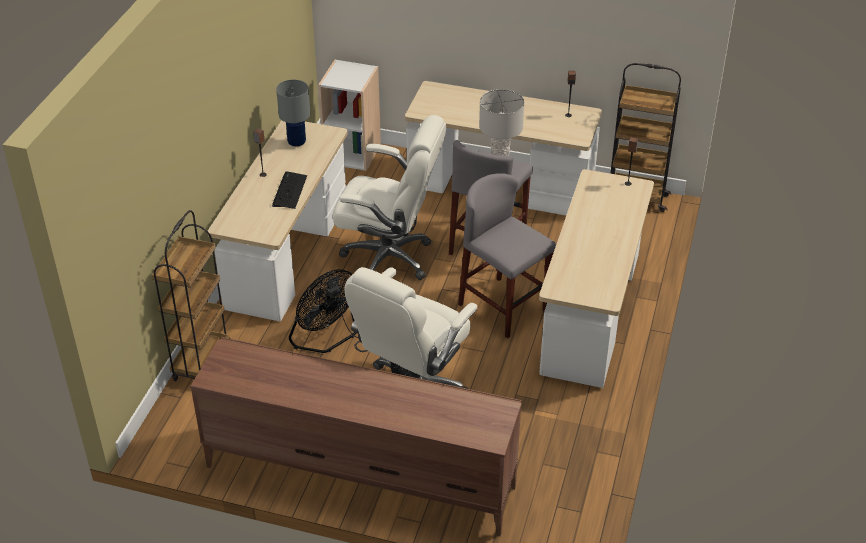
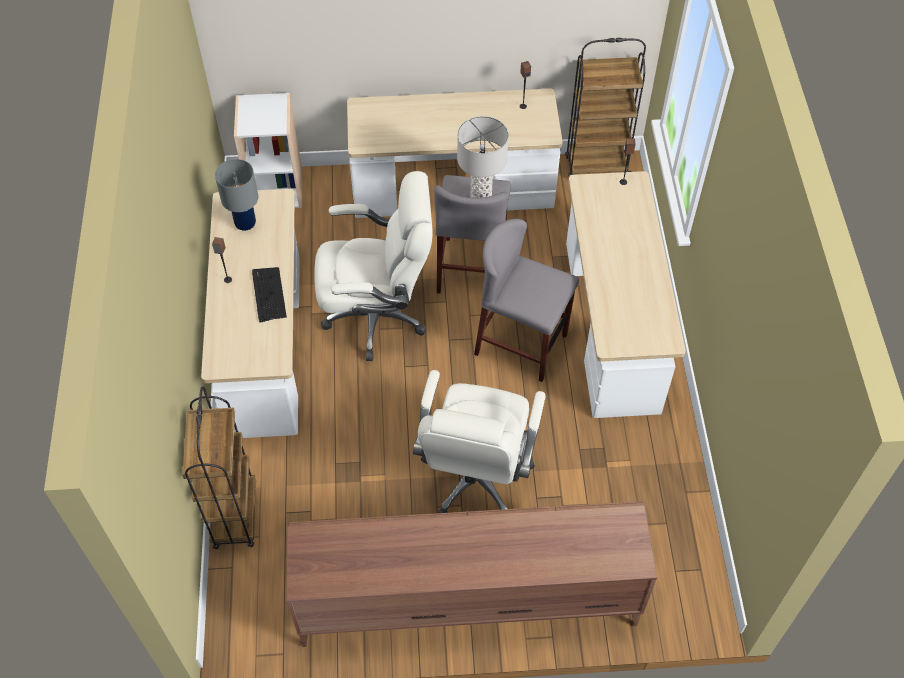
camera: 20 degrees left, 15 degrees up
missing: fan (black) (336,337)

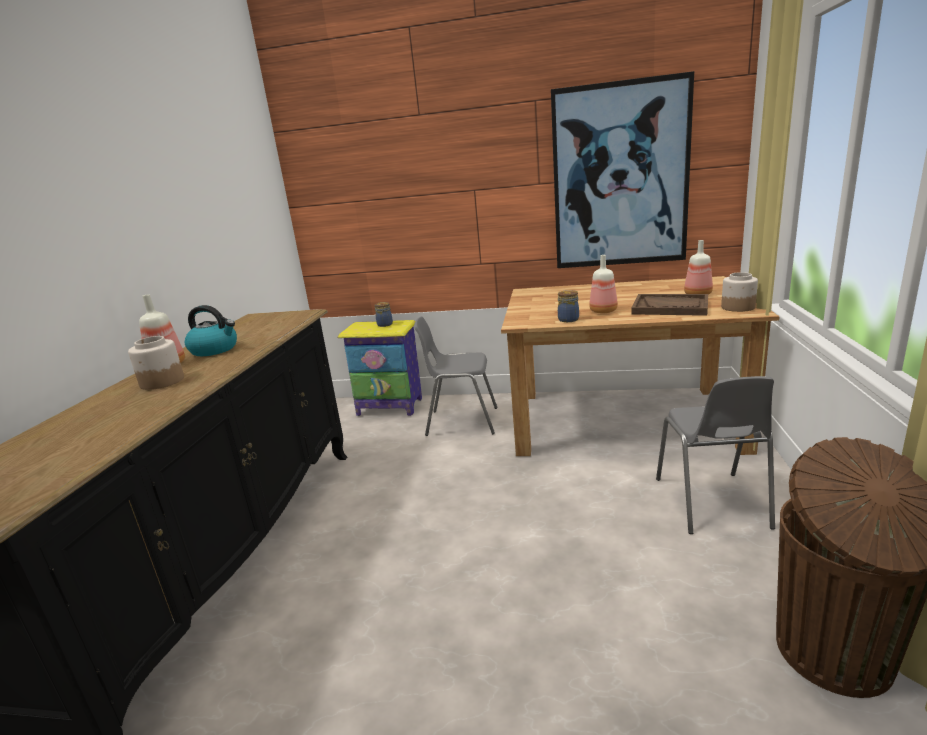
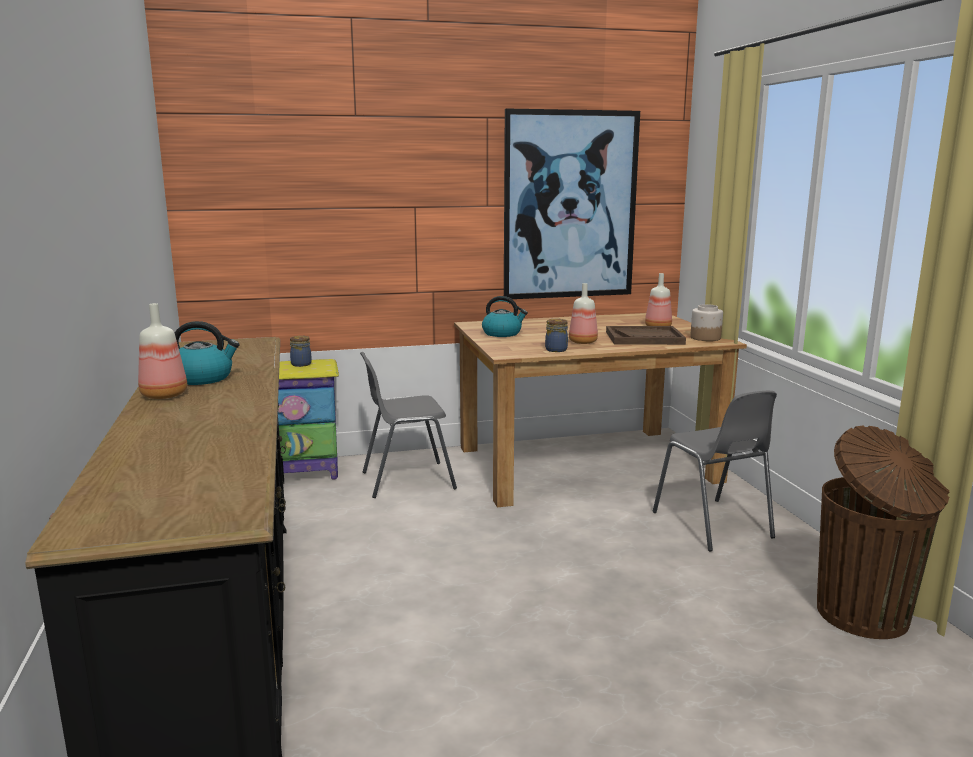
camera: 25 degrees left, 5 degrees down
missing: jar (162,382)
appeared: kettle (502,333)

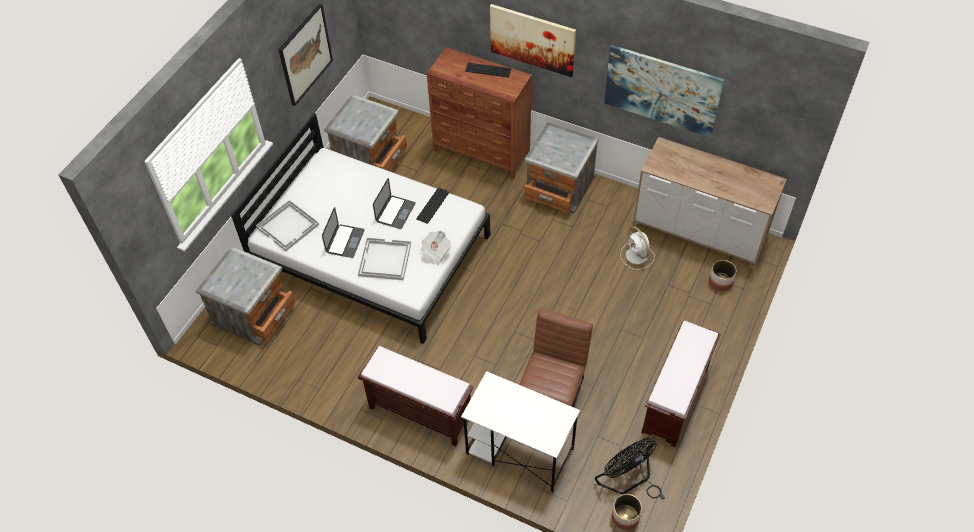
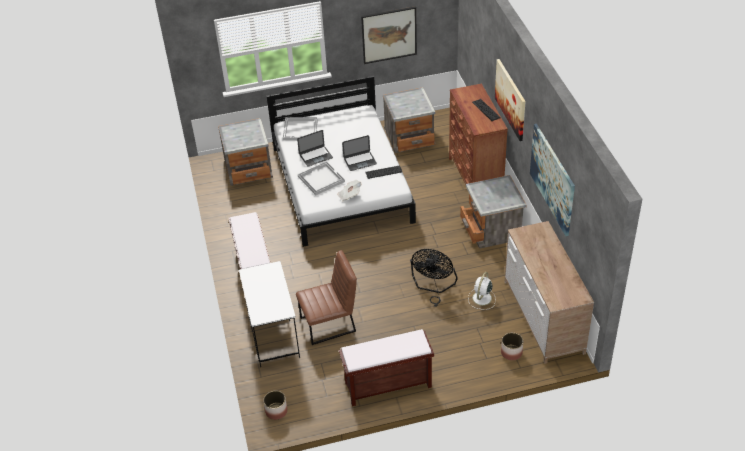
camera: 50 degrees right, 10 degrees down
relocated: fan (black) (632,478) to (432,286)

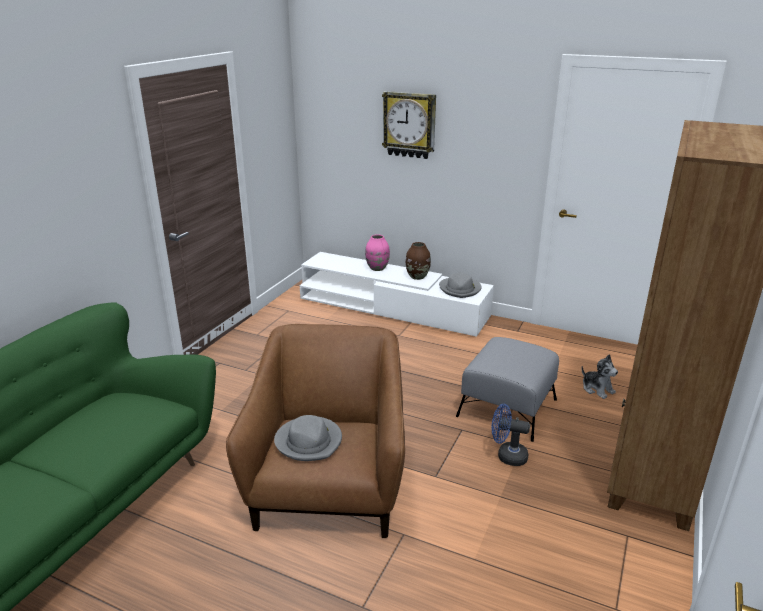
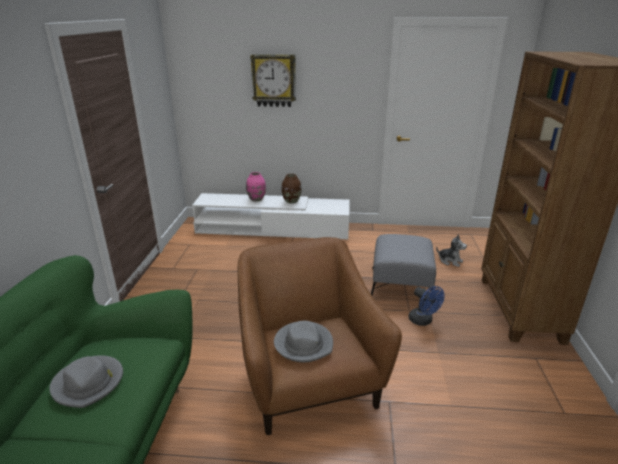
camera: 20 degrees left, 0 degrees up
relocated: hat (grey) (460,289) to (89,383)
spun: fan (blue) (507,456) = (423,321) 120 degrees counterclockwise

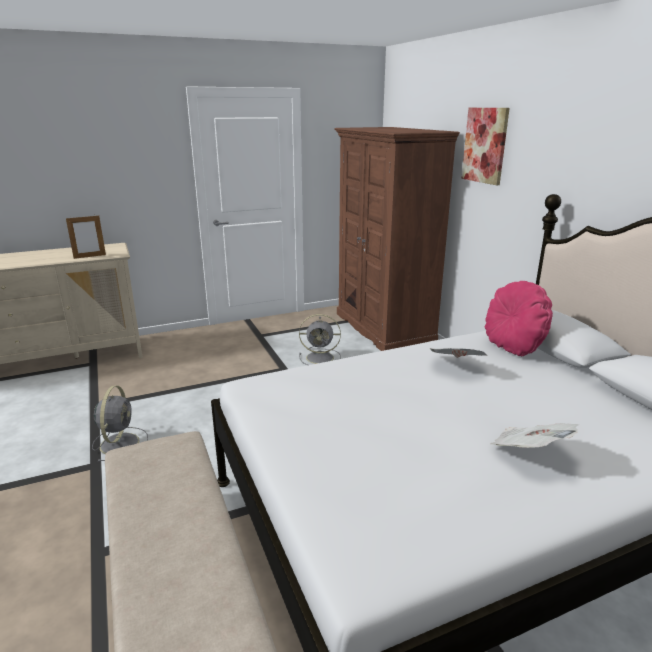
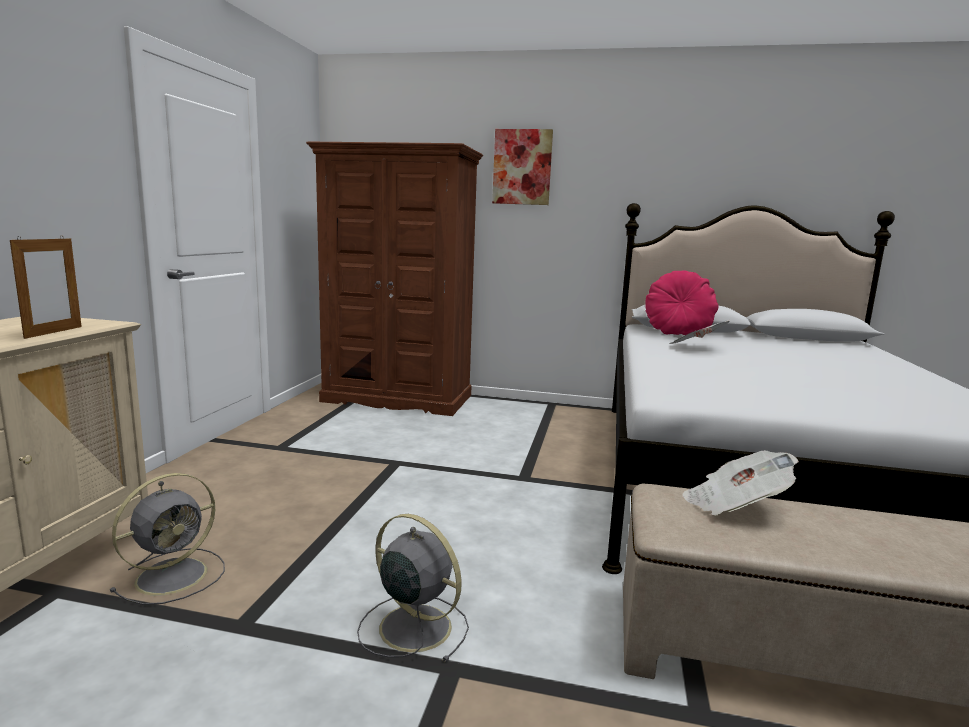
camera: 55 degrees left, 10 degrees down
relocated: fan (grey) (321,358) to (175,575); newspaper (529,451) to (734,506)

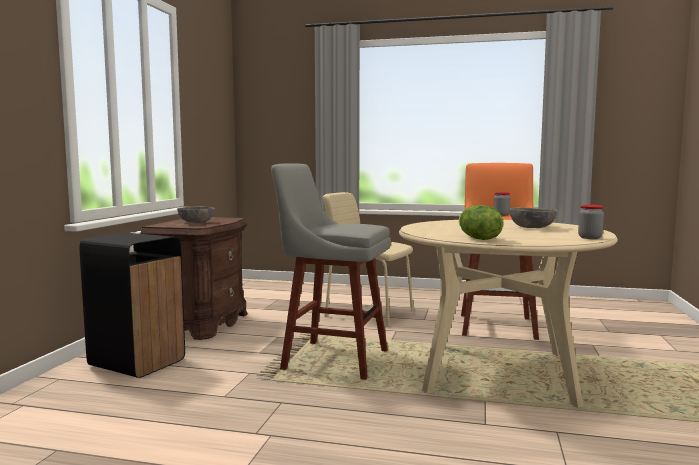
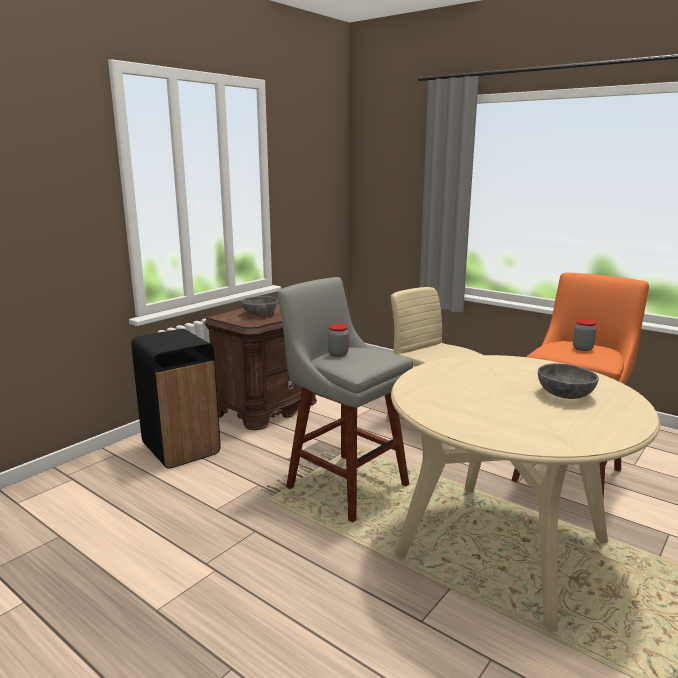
camera: 25 degrees right, 10 degrees up
missing: lettuce (478,239)
relocated: jar (590,238) to (338,354)

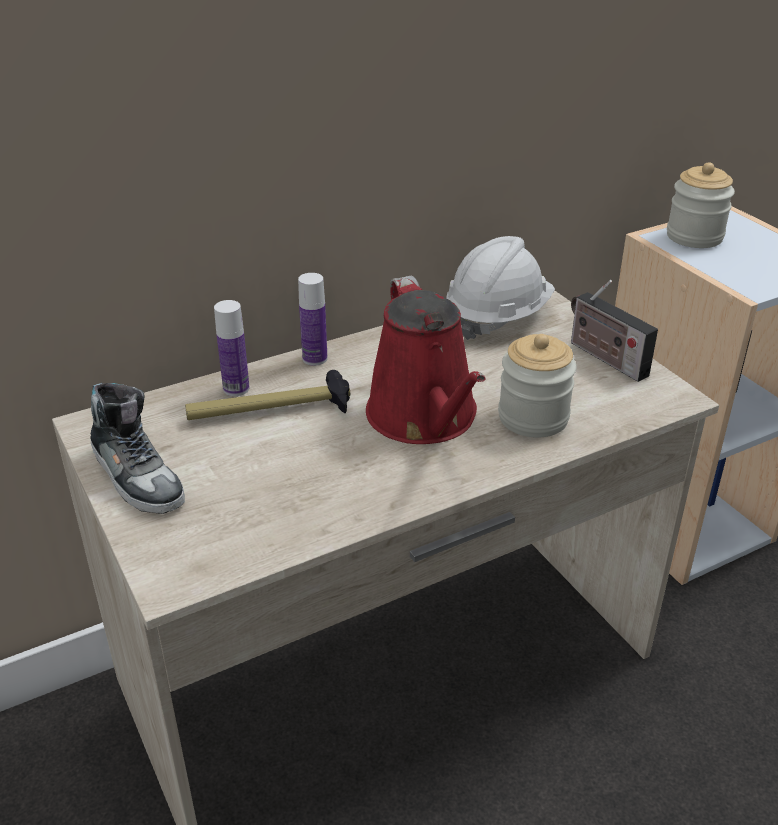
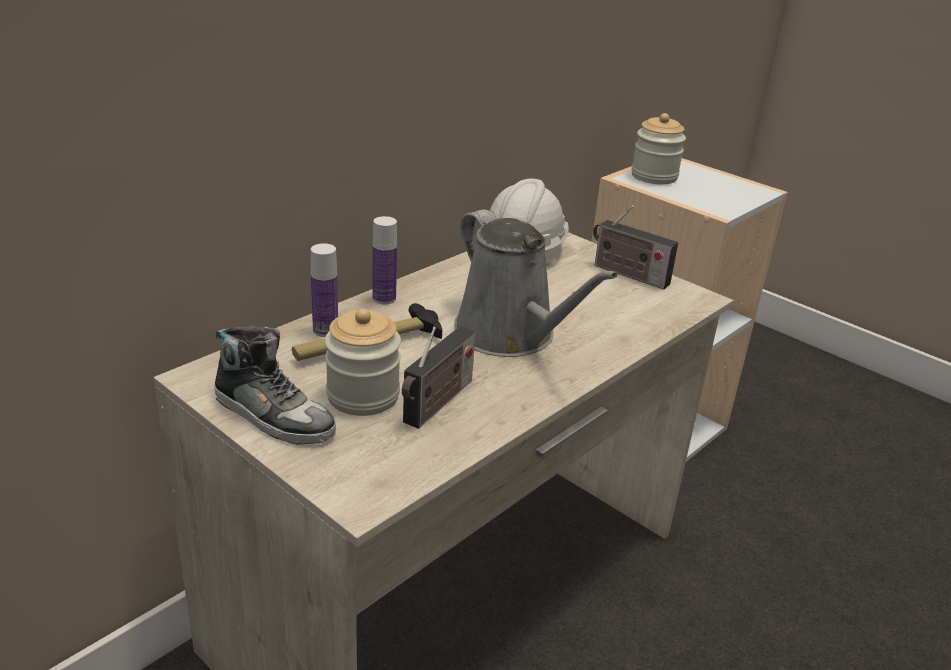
camera: 20 degrees left, 5 degrees down
appeared: radio (437,404)
relocated: jar (533,418) to (363,396)
colour: watering can (red) (425,418) to watering can (grey) (510,336)

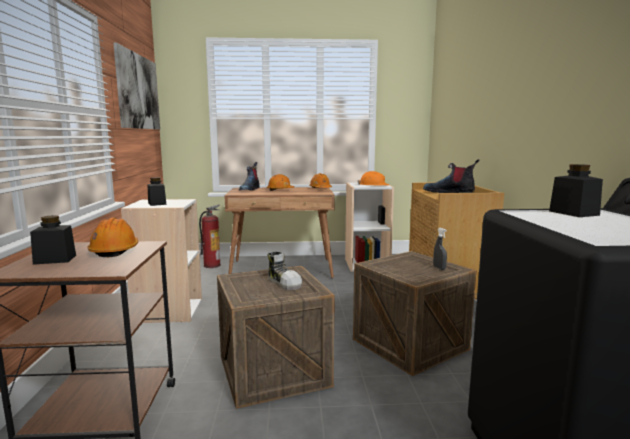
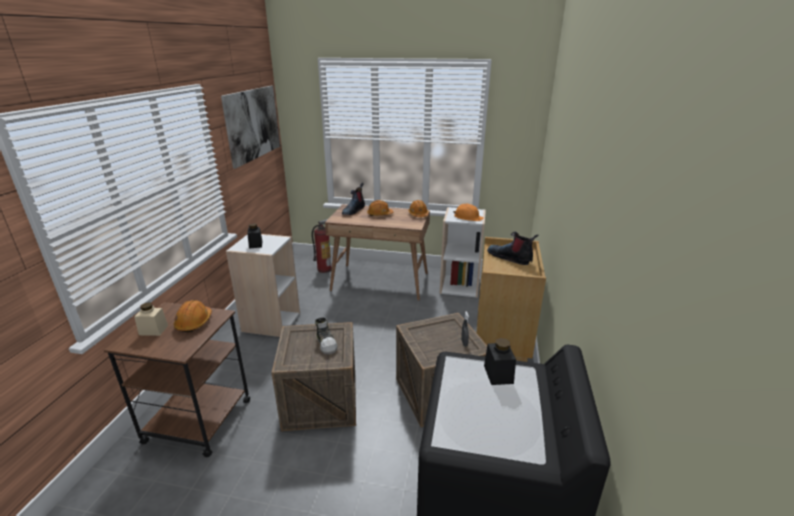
camera: 15 degrees right, 15 degrees up
colour: jar (black) (55,259) to jar (beige) (153,330)

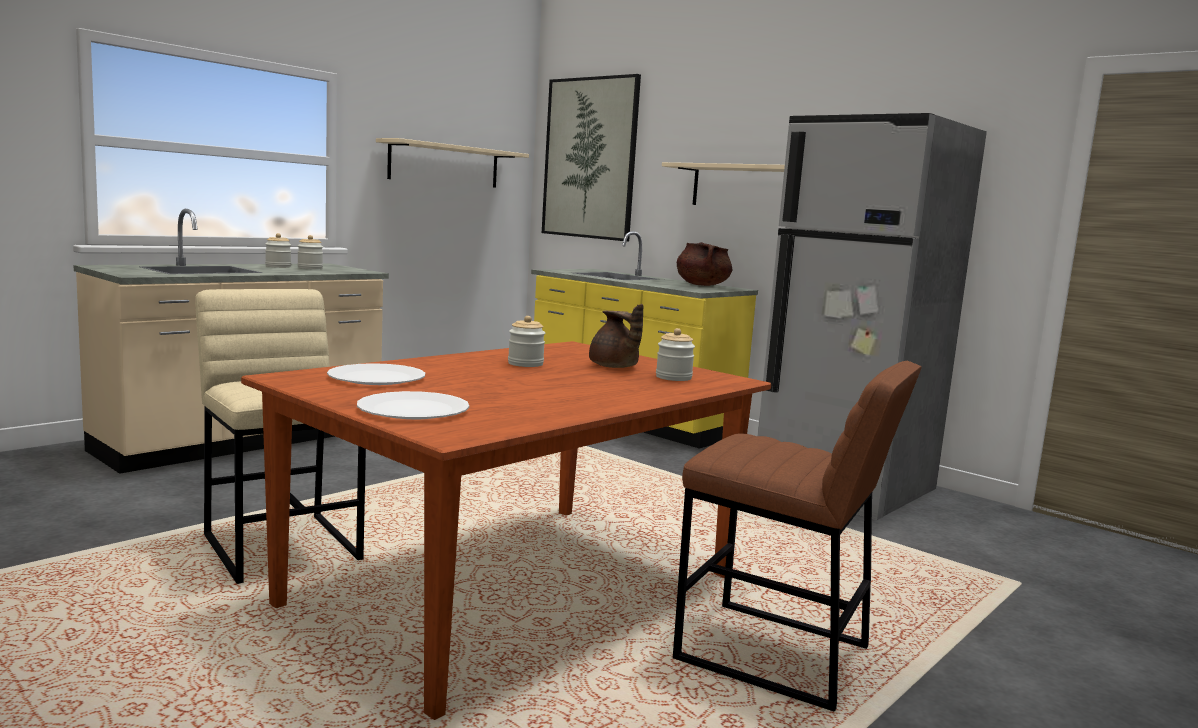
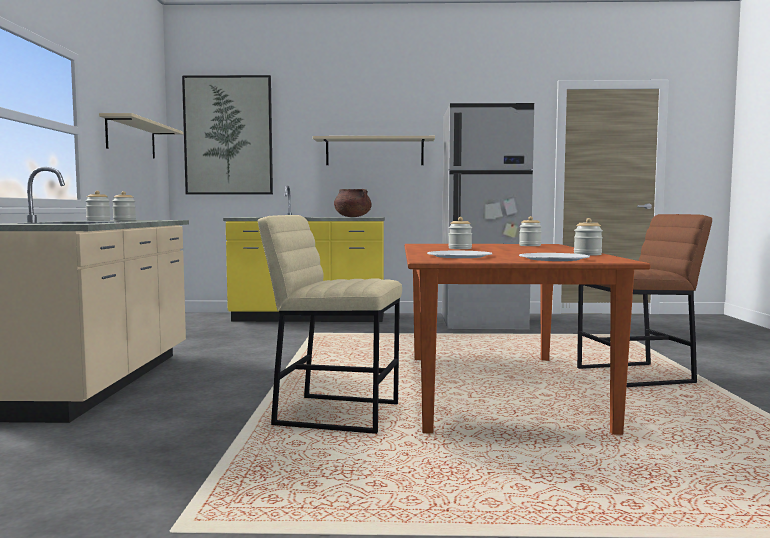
camera: 40 degrees left, 5 degrees down
missing: teapot (brown) (614,367)
appeared: jar (587,254)

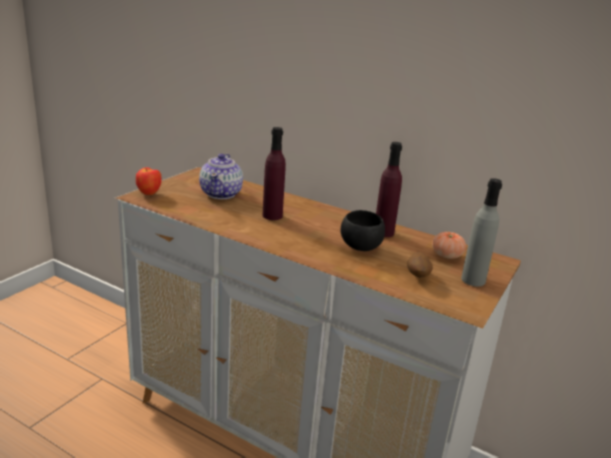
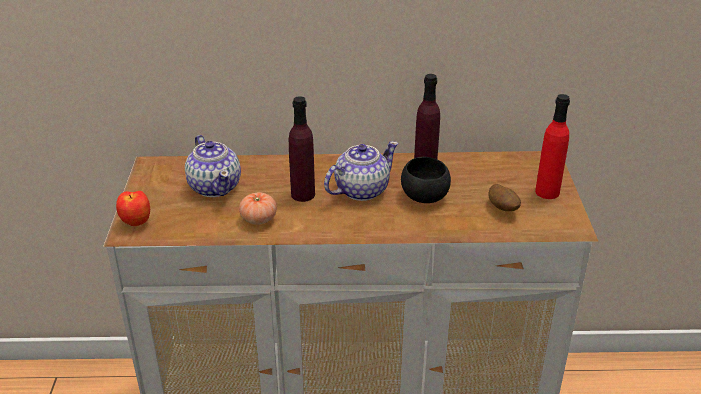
camera: 30 degrees left, 10 degrees up
appeared: teapot (360,190)
relocated: tomato (446,255) to (258,219)
colour: bottle (grey) (473,280) to bottle (red) (547,192)

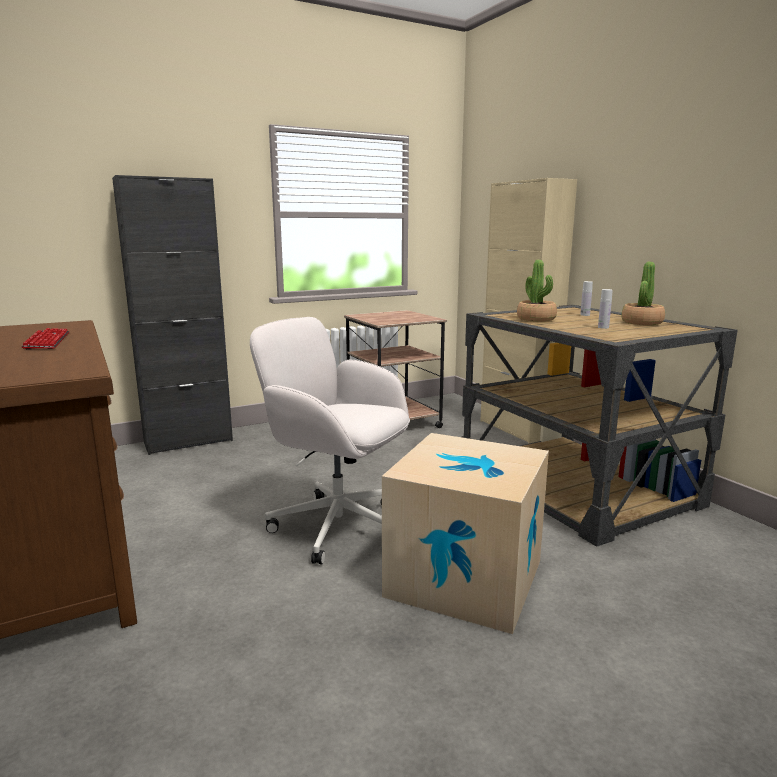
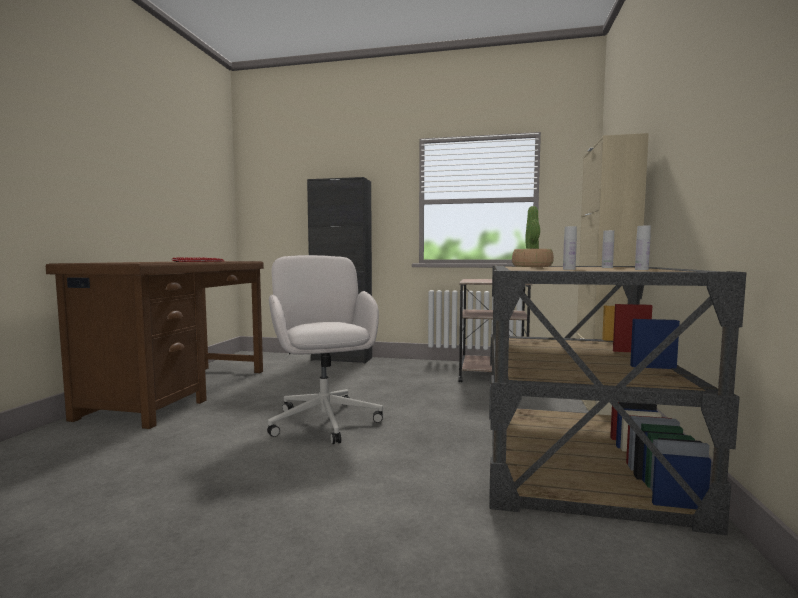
camera: 40 degrees right, 10 degrees down
missing: cardboard box (465,578)
exchanged: potted plant (641,322) to bottle (white) (641,269)

